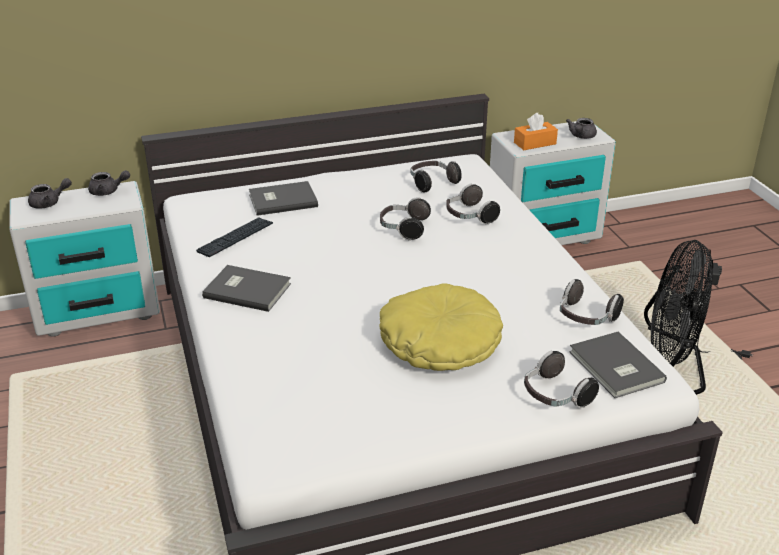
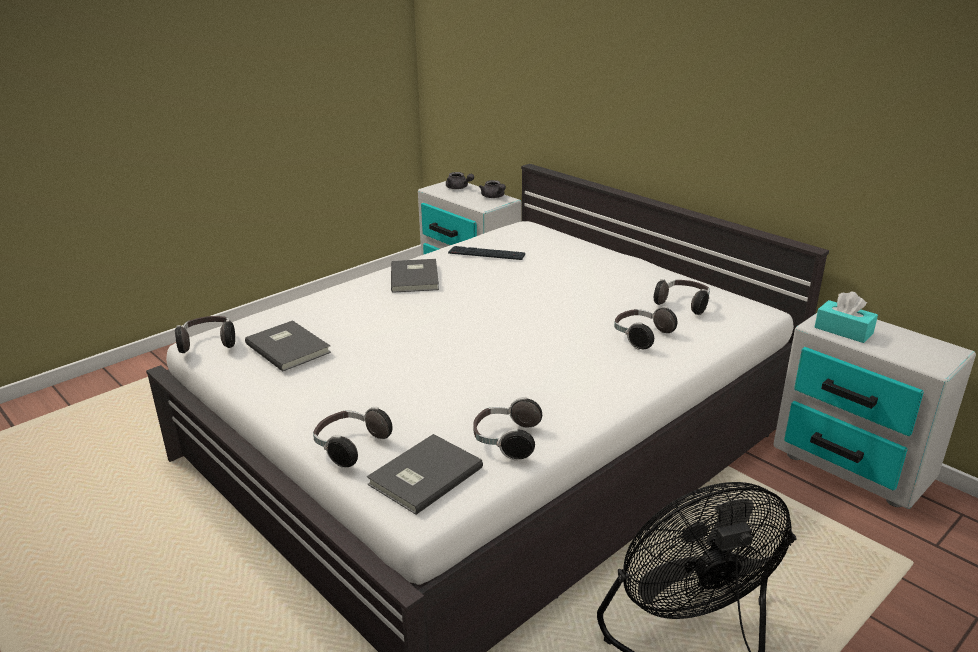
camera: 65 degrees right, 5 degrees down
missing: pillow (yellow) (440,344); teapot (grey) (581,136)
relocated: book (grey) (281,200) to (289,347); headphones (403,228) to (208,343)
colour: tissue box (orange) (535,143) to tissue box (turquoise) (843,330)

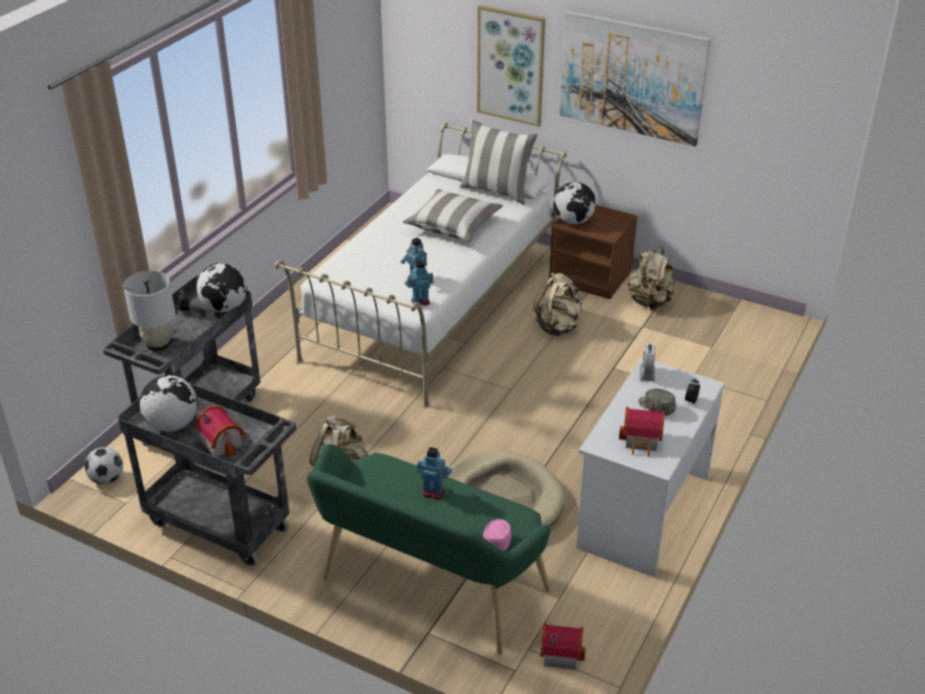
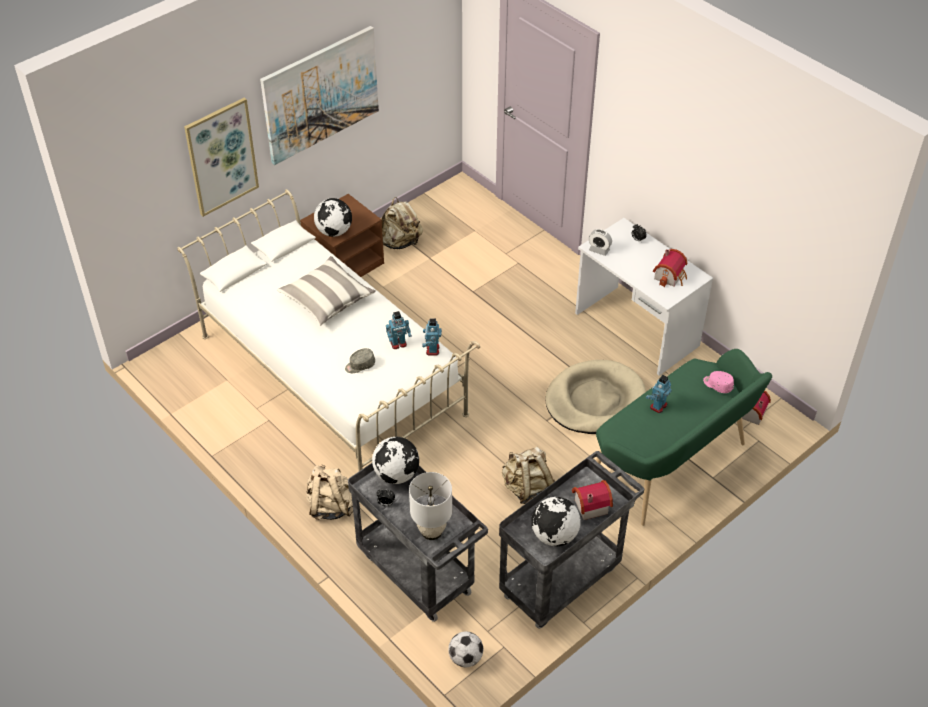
camera: 70 degrees left, 10 degrees up
missing: pillow (496,191)
relocated: backpack (beige) (558,326) to (330,506); cap (grey) (656,407) to (360,365)

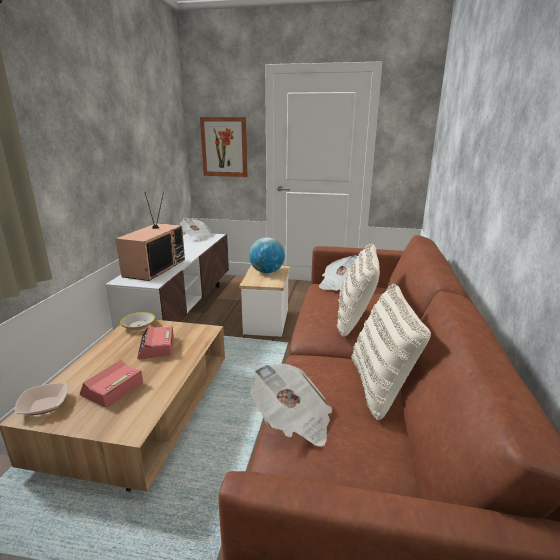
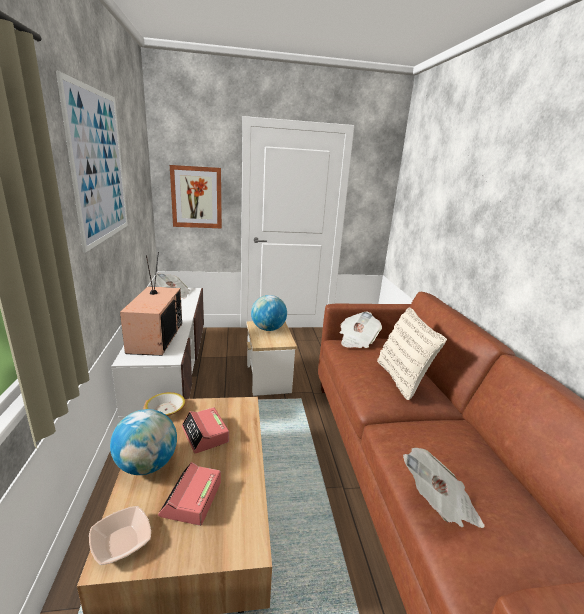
camera: 20 degrees left, 0 degrees up
missing: pillow (beige) (380,388)
appeared: picture (99,166); globe (147,465)

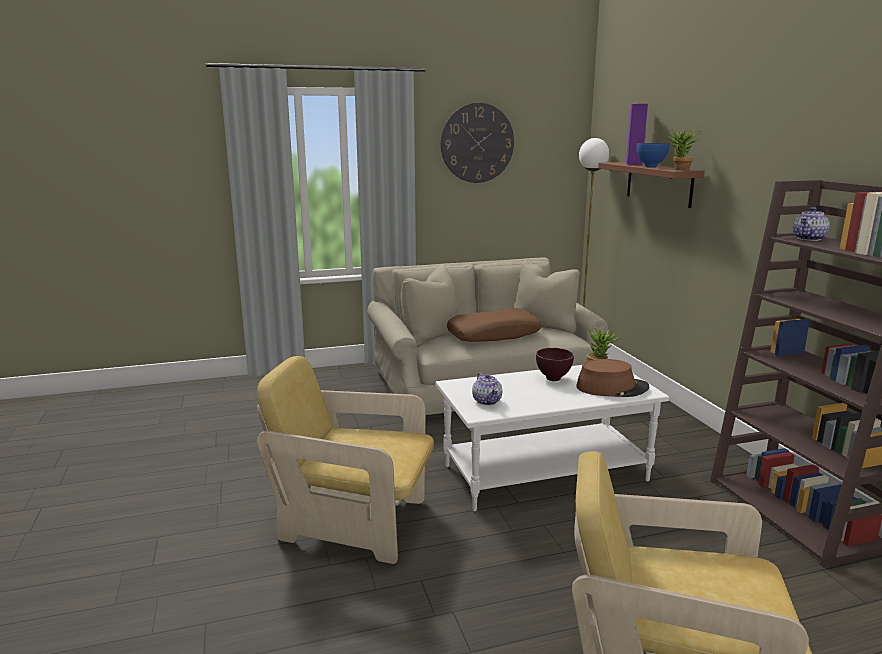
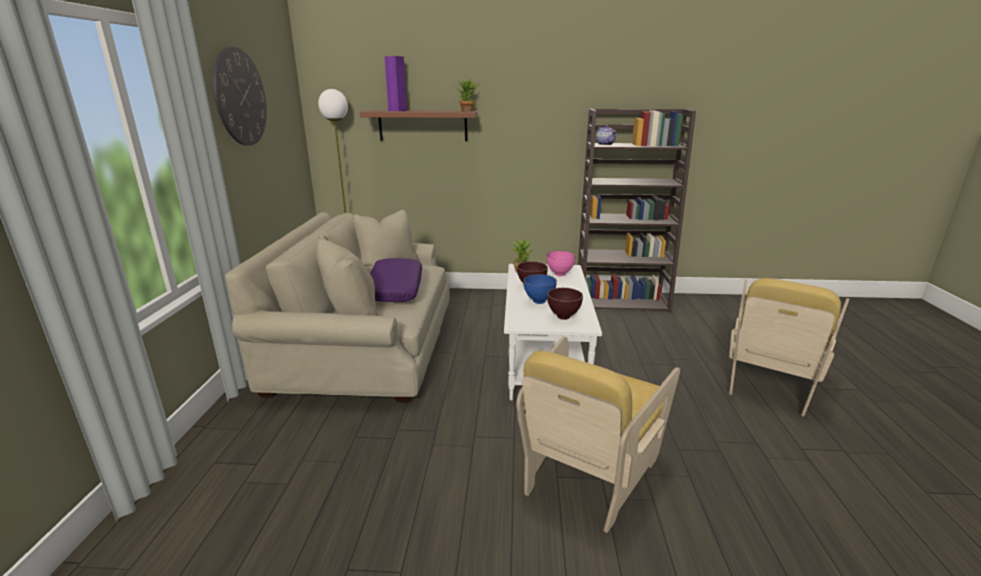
camera: 70 degrees left, 5 degrees up
relocated: bowl (blue) (651,167) to (540,302)
exchanged: teapot (487,401) to bowl (brown) (563,317); hat (brown) (612,387) to bowl (pink) (559,275)
colour: pillow (brown) (493,334) to pillow (purple) (394,289)

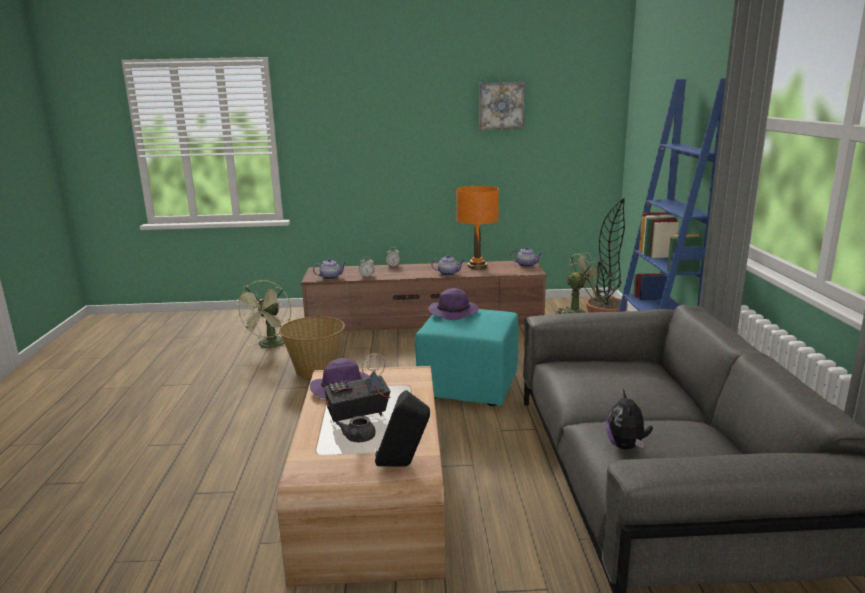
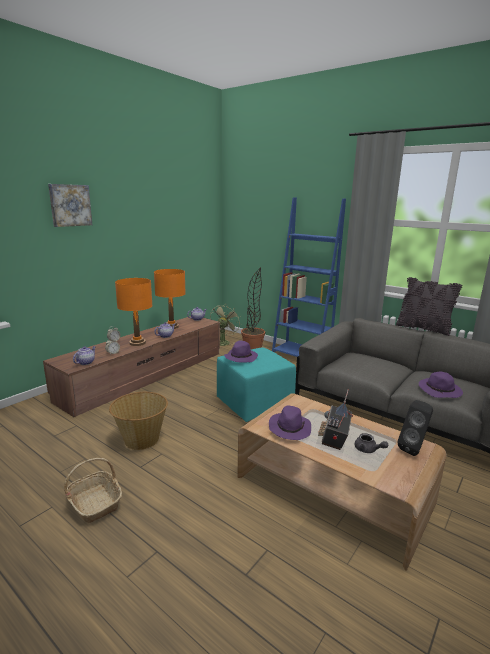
camera: 50 degrees left, 0 degrees up
missing: fan (green) (270,346)
appeared: basket (95,503); table lamp (orange) (137,343); pillow (black) (423,329)
relocated: picture (501,105) to (70,205)
exchanged: plush toy (626,446) to hat (purple) (440,391)

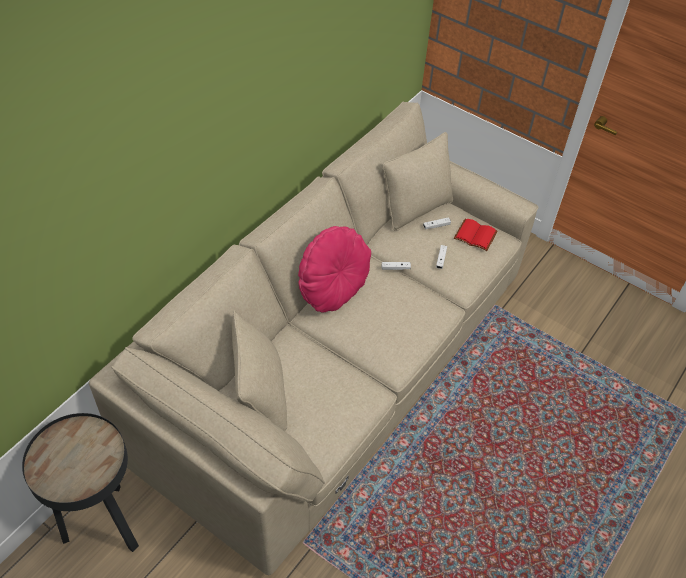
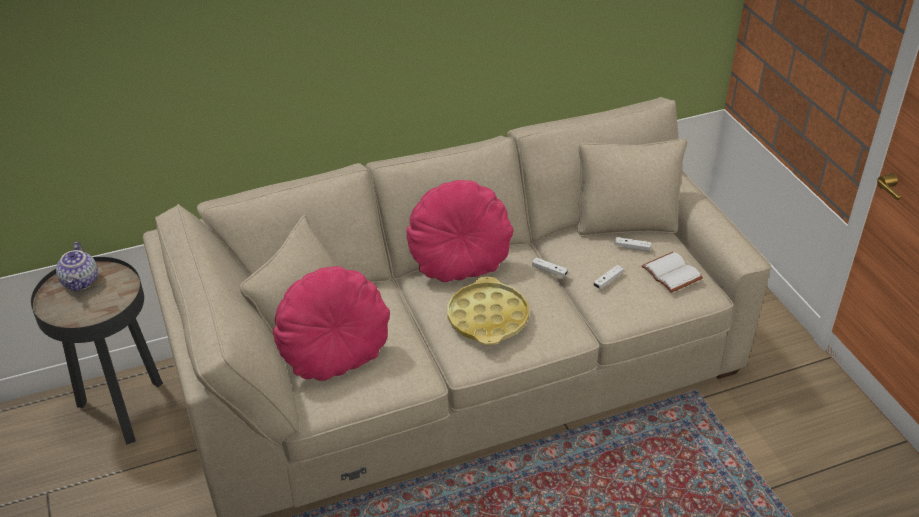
camera: 35 degrees right, 10 degrees down
appeared: teapot (81,282); pillow (pink) (336,360); tray (yellow) (488,318)
colour: book (red) (476,235) to book (white) (673,273)

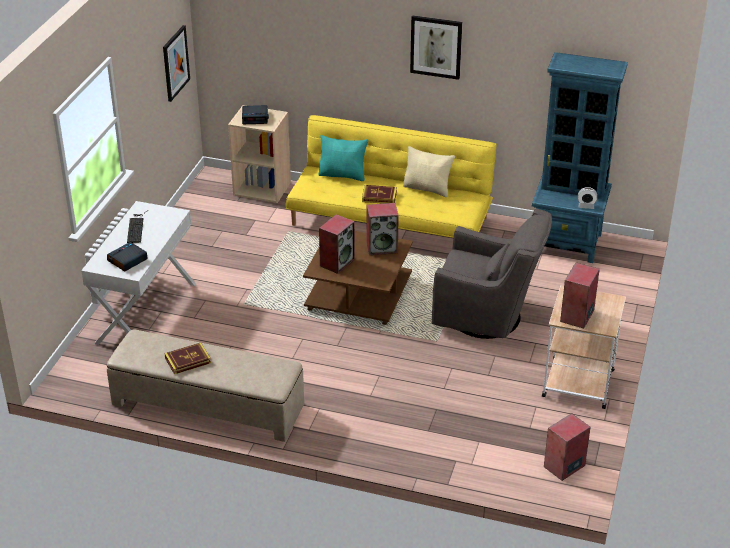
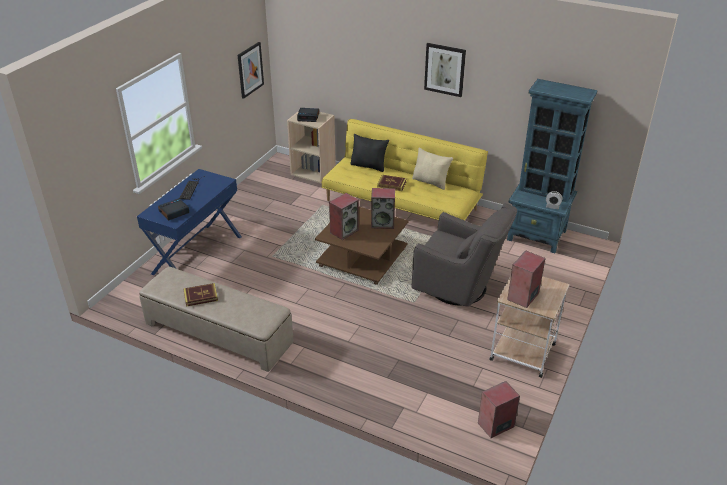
camera: 10 degrees right, 0 degrees up
colour: console table (white) (145,312) to console table (blue) (197,254); pillow (turquoise) (343,175) to pillow (black) (369,166)

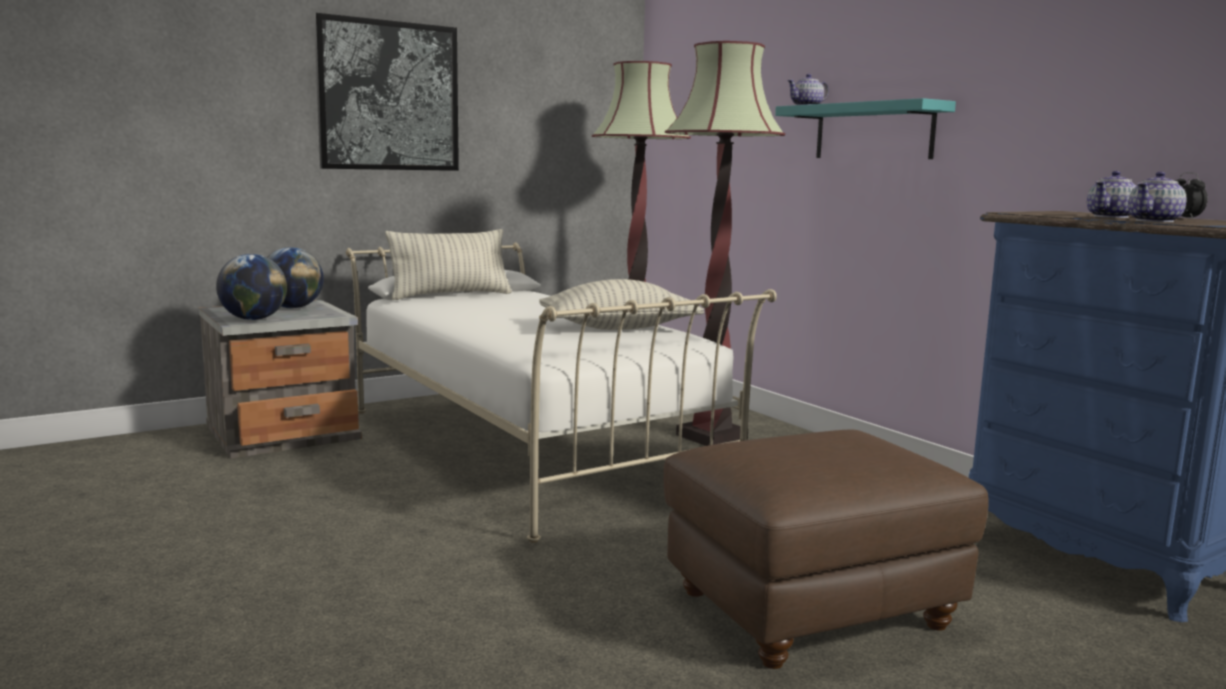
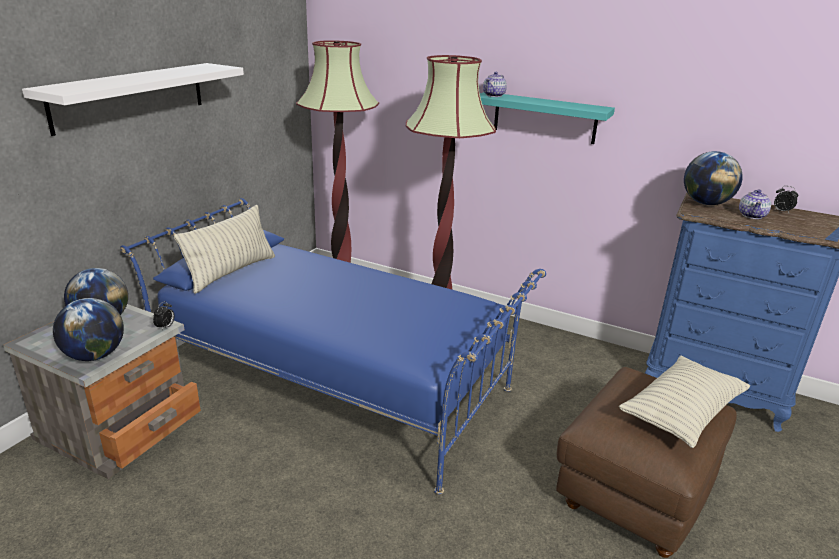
camera: 30 degrees left, 15 degrees up
missing: teapot (1155,221)
appeared: alarm clock (165,327); globe (706,203)
relocated: pillow (619,328) to (681,413)
exchanged: picture (388,96) to shelf (white) (130,96)
colour: bed (white) (527,447) to bed (blue) (333,384)

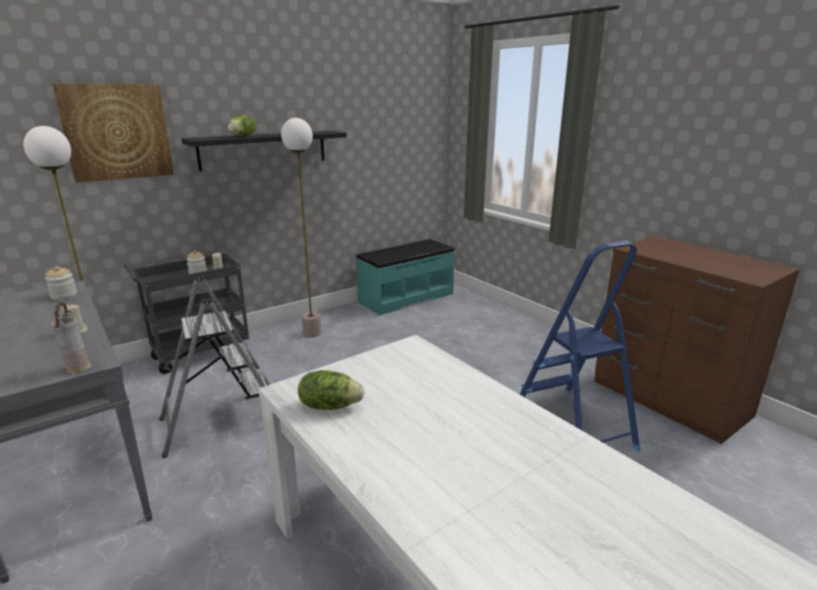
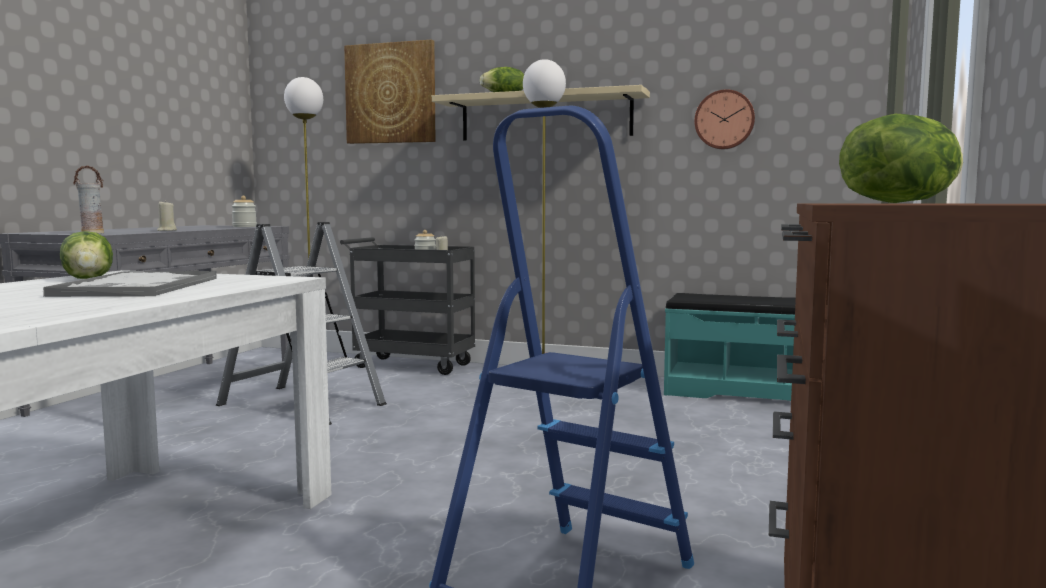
camera: 55 degrees right, 15 degrees down
appeared: tray (138,287); wall clock (724,120); lettuce (899,203)
colour: shelf (black) (264,149) to shelf (beige) (545,117)

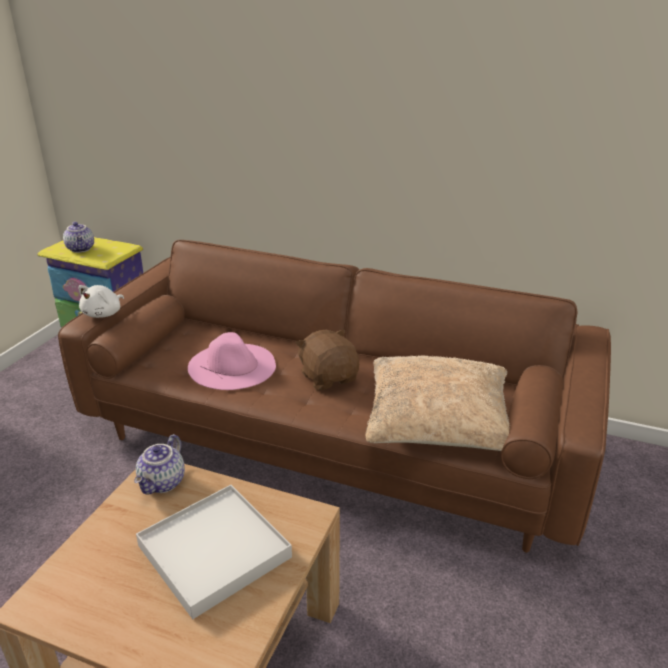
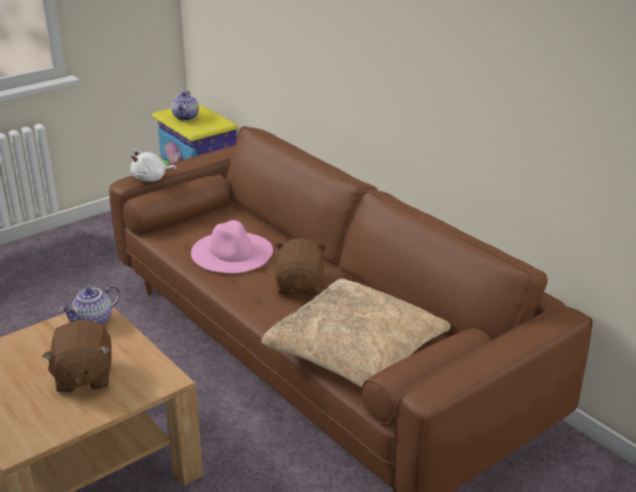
camera: 30 degrees right, 0 degrees up
exchanged: tray (white) (214,551) to plush toy (brown) (83,377)

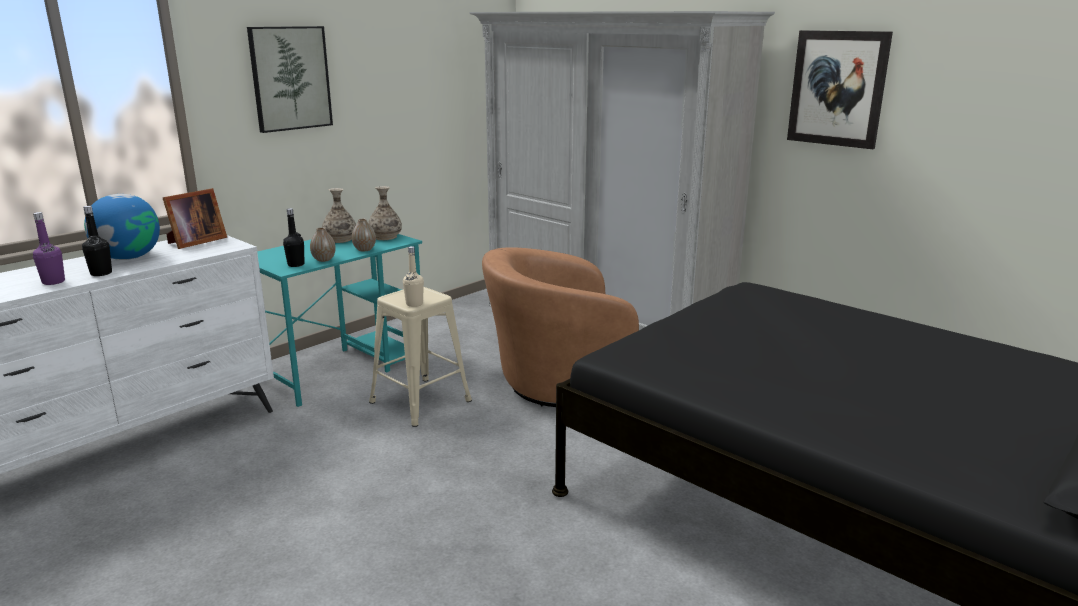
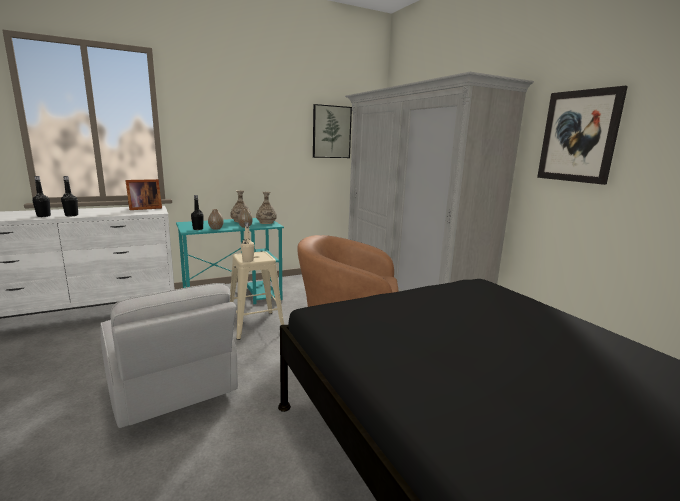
camera: 20 degrees right, 5 degrees down
missing: globe (128,258)
appeared: armchair (white) (168,380)
relocated: picture (290,78) to (331,132)
colour: bottle (purple) (53,282) to bottle (black) (43,216)

